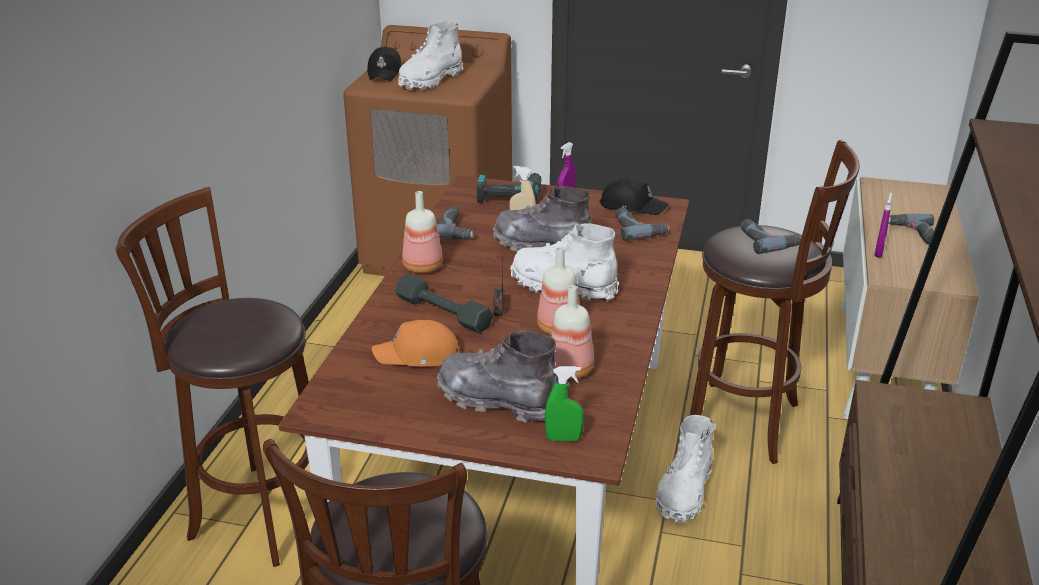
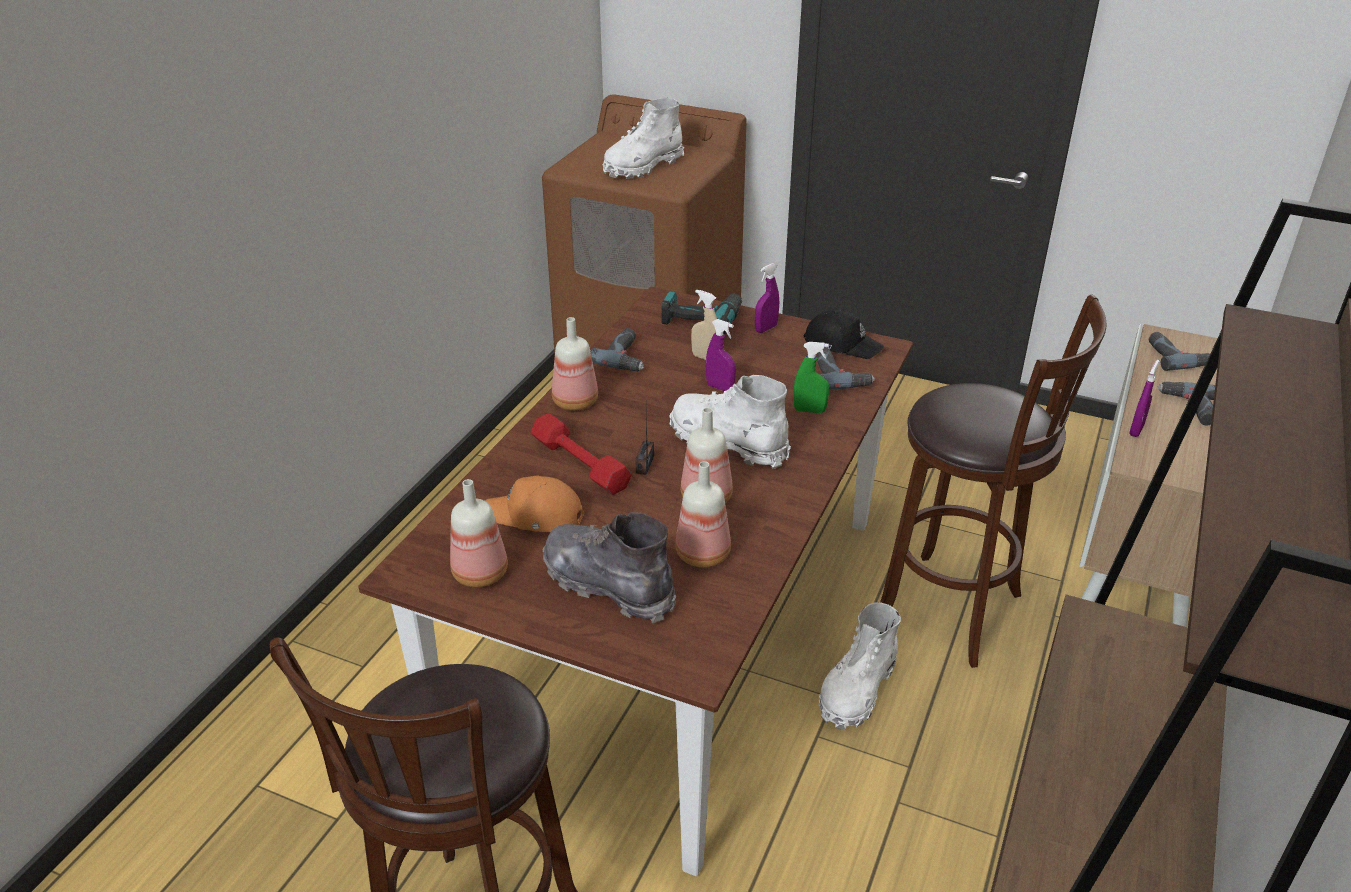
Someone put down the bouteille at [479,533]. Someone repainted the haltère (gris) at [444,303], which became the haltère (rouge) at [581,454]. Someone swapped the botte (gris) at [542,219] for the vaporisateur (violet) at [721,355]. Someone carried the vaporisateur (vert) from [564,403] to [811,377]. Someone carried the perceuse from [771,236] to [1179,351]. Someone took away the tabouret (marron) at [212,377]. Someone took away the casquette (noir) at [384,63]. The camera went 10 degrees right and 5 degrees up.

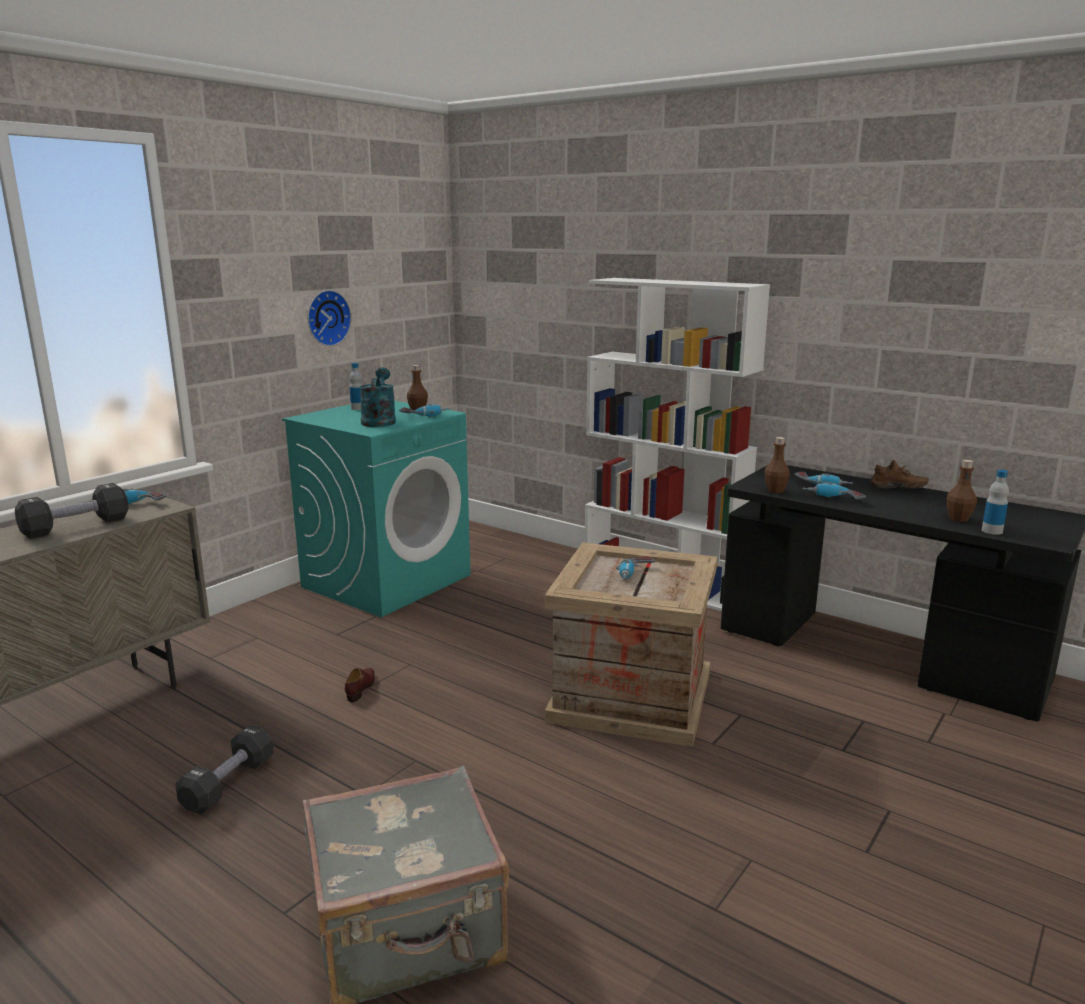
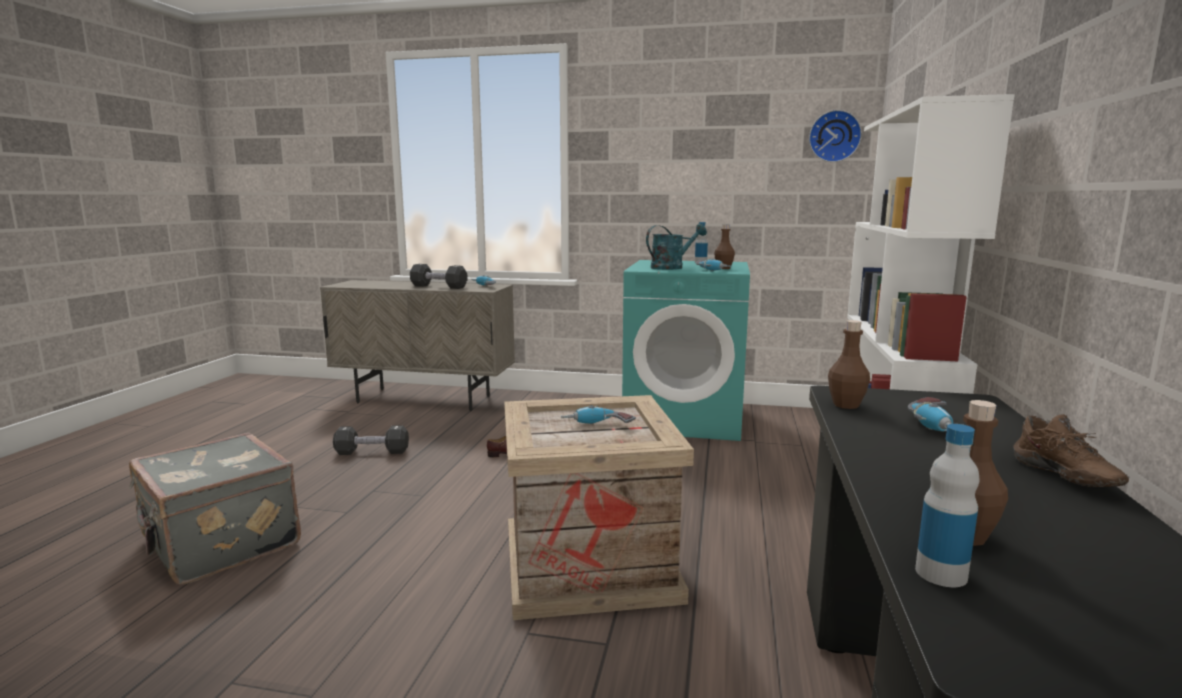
Someone carried the horloge murale from [330,318] to [835,136]. Someone took away the perceuse at [834,490]. The camera went 65 degrees right and 5 degrees down.

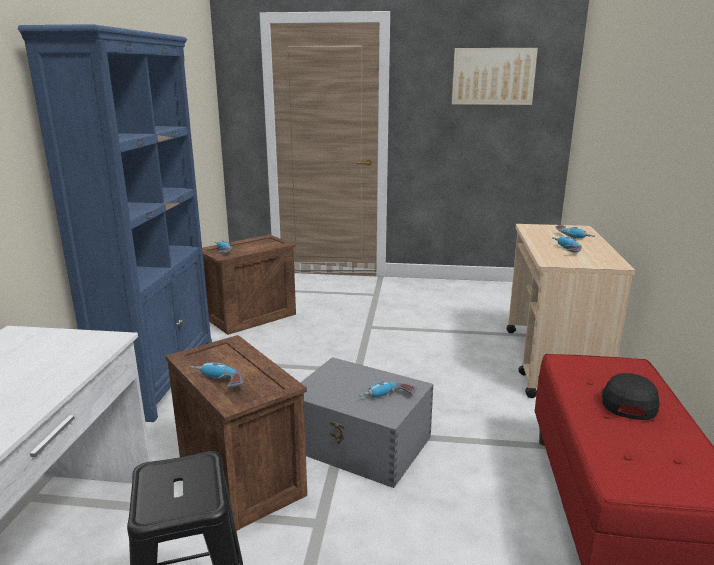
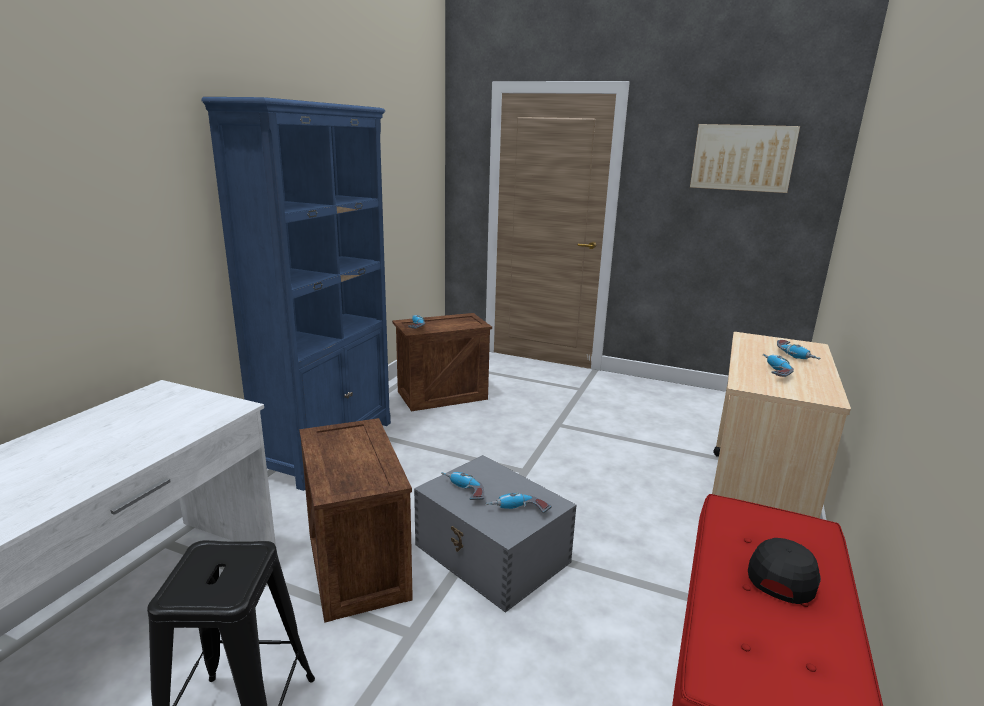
Someone carried the perceuse from [216,375] to [462,486]. The camera went 15 degrees right and 0 degrees up.

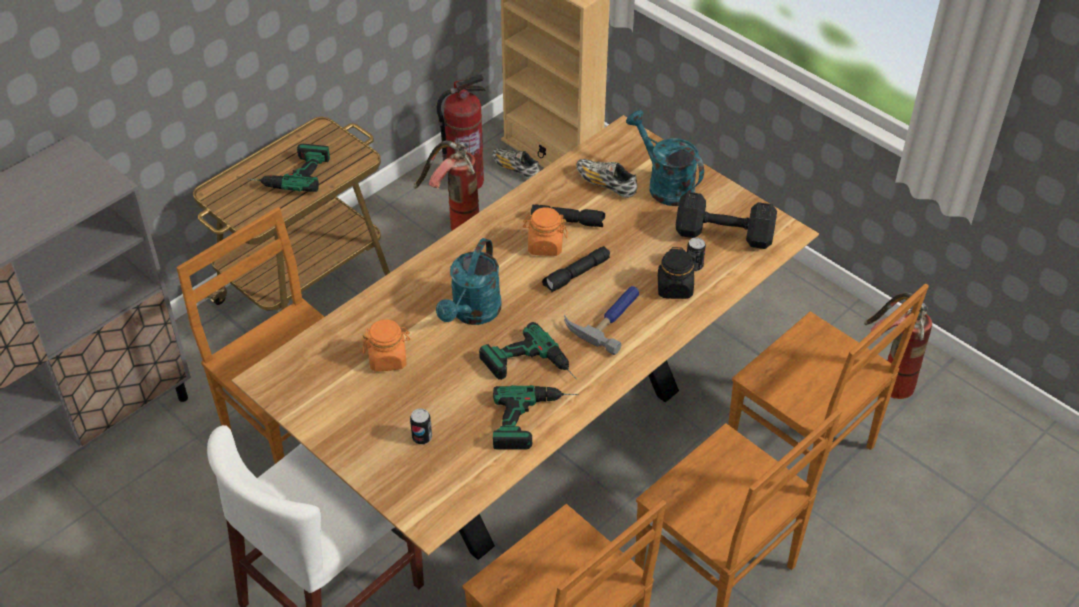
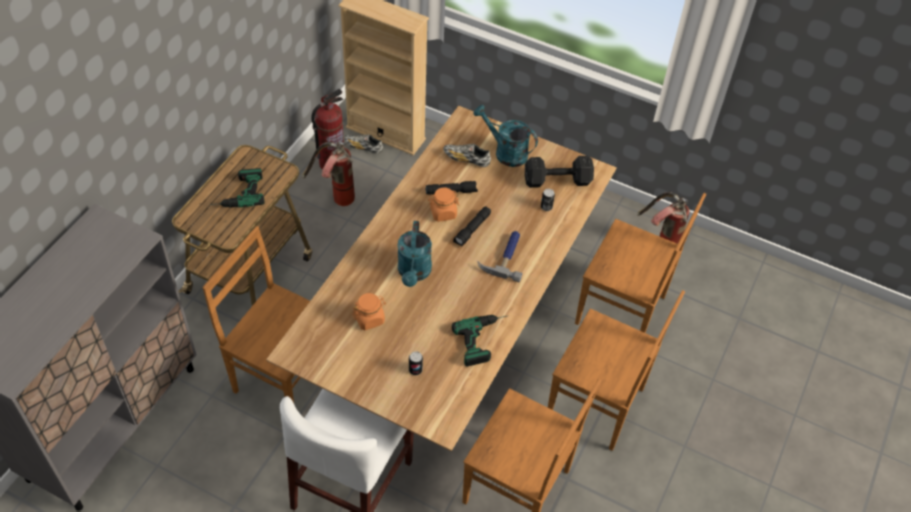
Someone took away the perceuse at [527,351]. Someone took away the bocal (noir) at [676,273]. The camera went 20 degrees left and 5 degrees up.

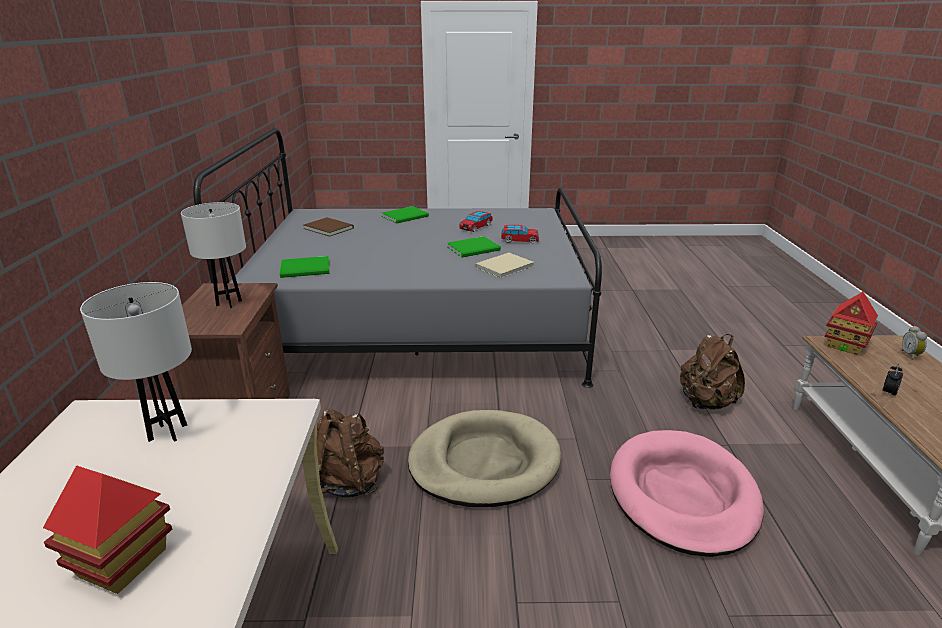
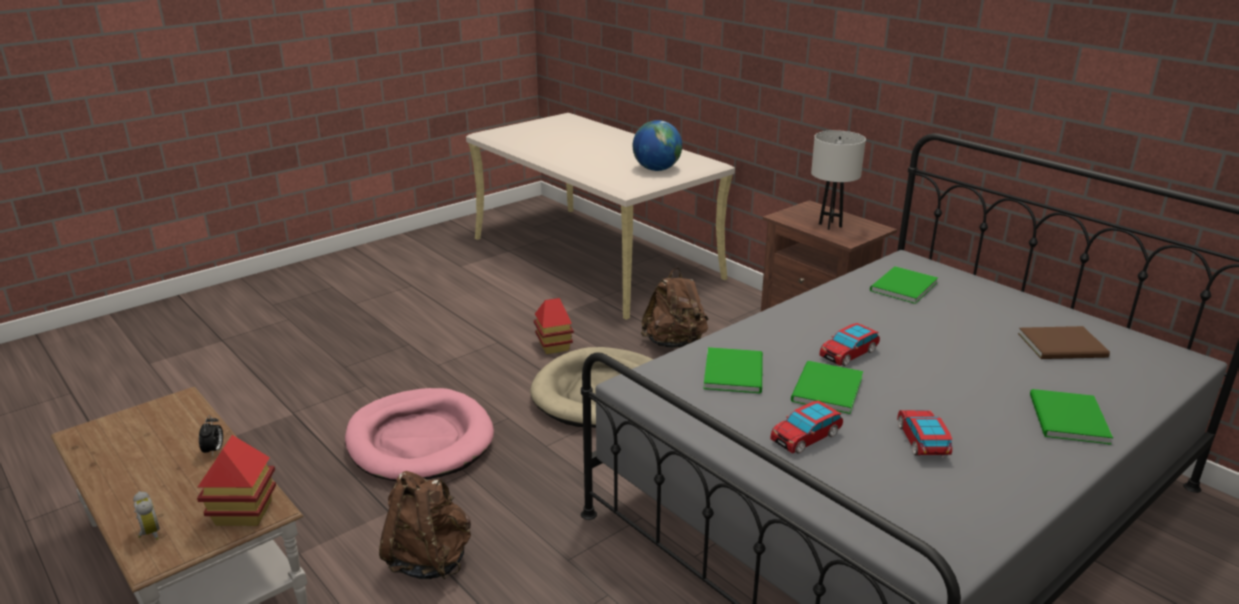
Someone carried the maison miniature from [107,530] to [554,326]. Someone swapped the lampe de table (blanc) at [136,362] for the globe at [657,145]. Someone repainted the livre (beige) at [504,266], which became the livre (vert) at [733,370]. Someone put down the petite voiture at [849,344]. The camera went 140 degrees right and 0 degrees up.

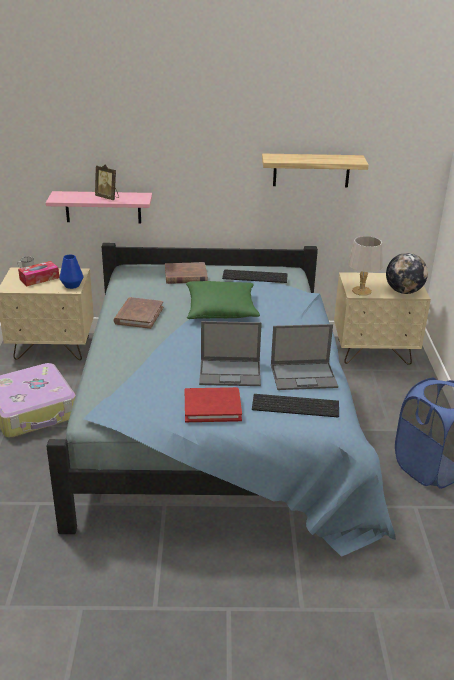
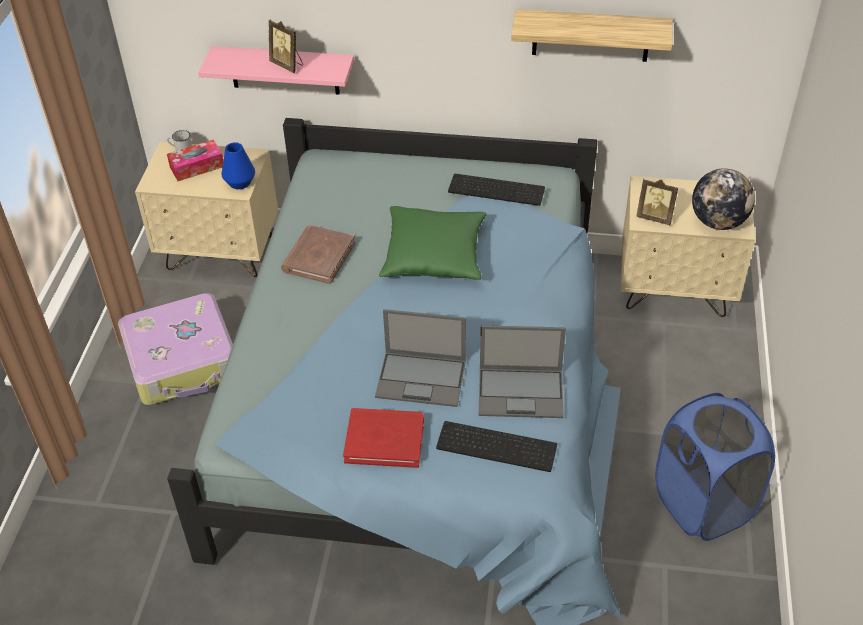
Someone swapped the lampe de table (gris) at [365,266] for the cadre photo at [657,202]. Someone took away the livre (marron) at [186,273]. The camera went 10 degrees right and 15 degrees up.

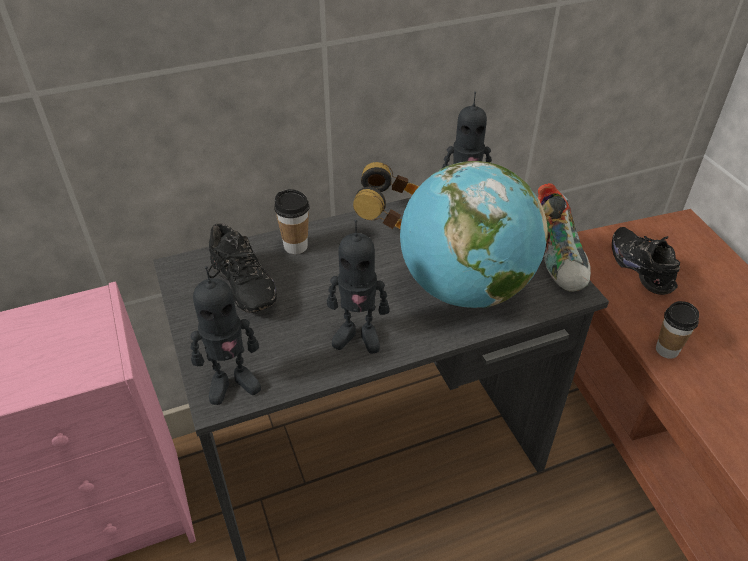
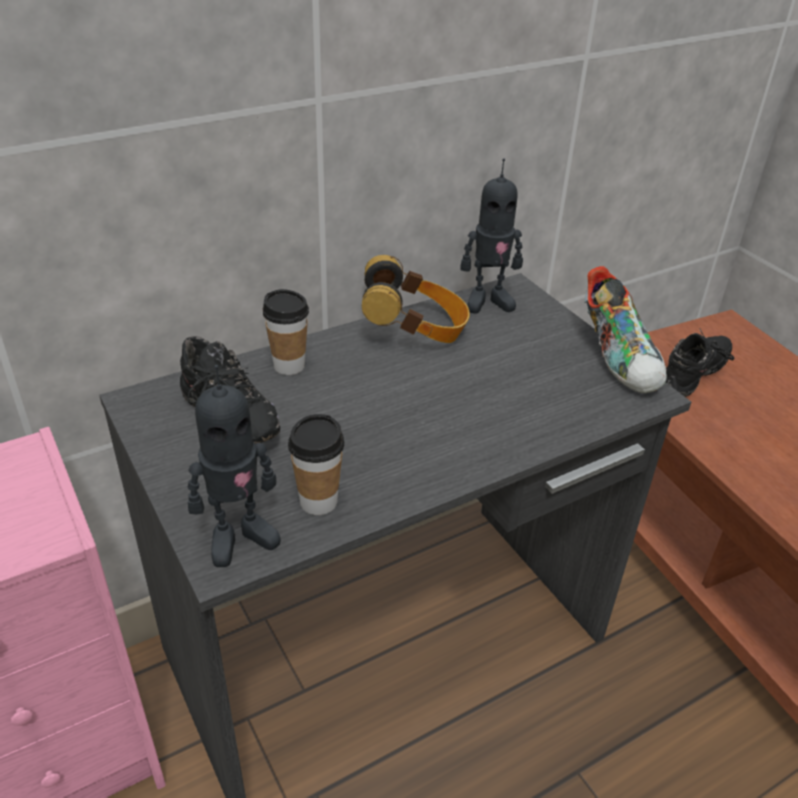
Someone carried the tasse from [677,330] to [316,464]. Someone rotated the chaussure (noir) at [646,261] by 75 degrees clockwise. Someone took away the robot jouet at [358,287]. Someone took away the globe at [474,234]. The camera went 10 degrees left and 5 degrees down.

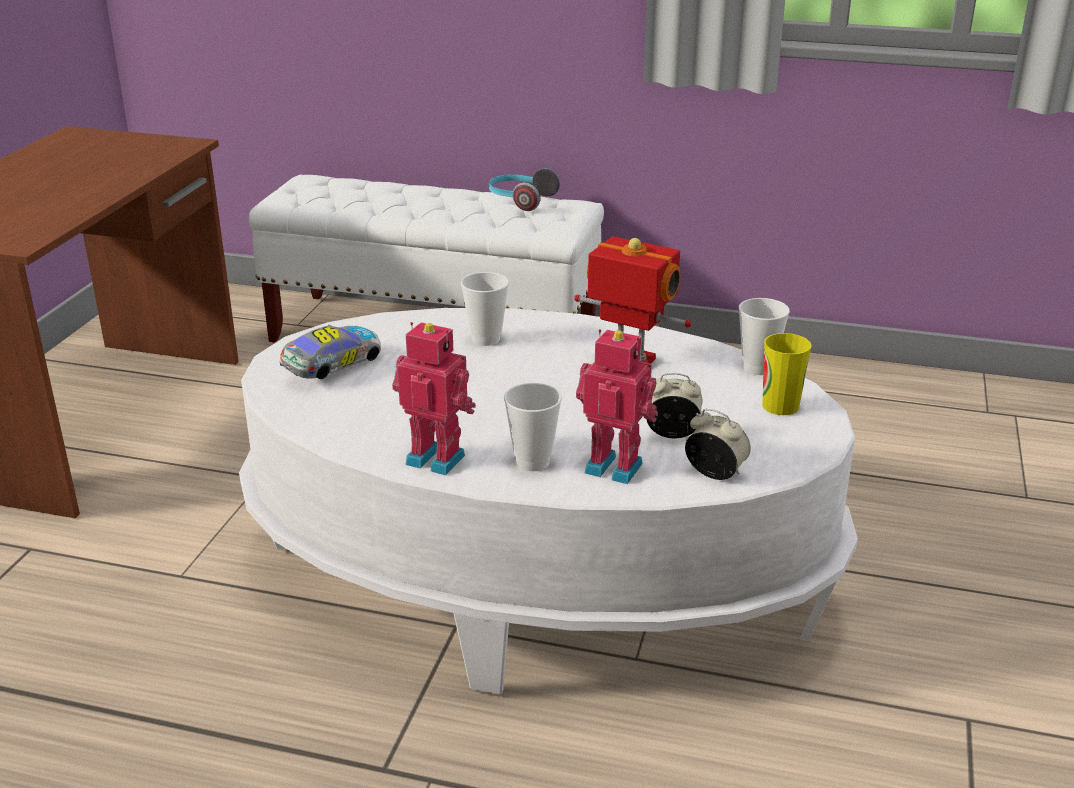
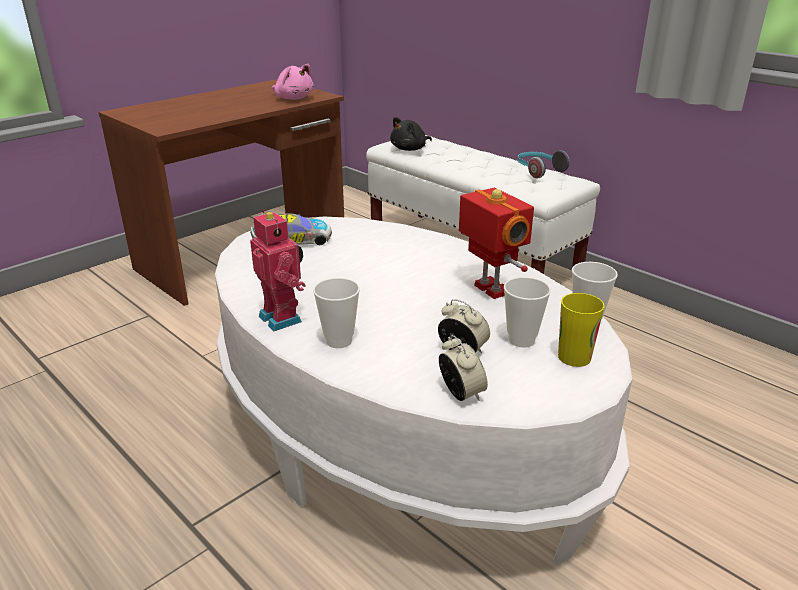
Someone put down the peluche (rose) at [292,82]. Someone put down the peluche (noir) at [411,134]. Someone carried the tasse from [485,309] to [527,312]. Someone took away the robot jouet at [617,406]. The camera went 30 degrees right and 0 degrees up.

